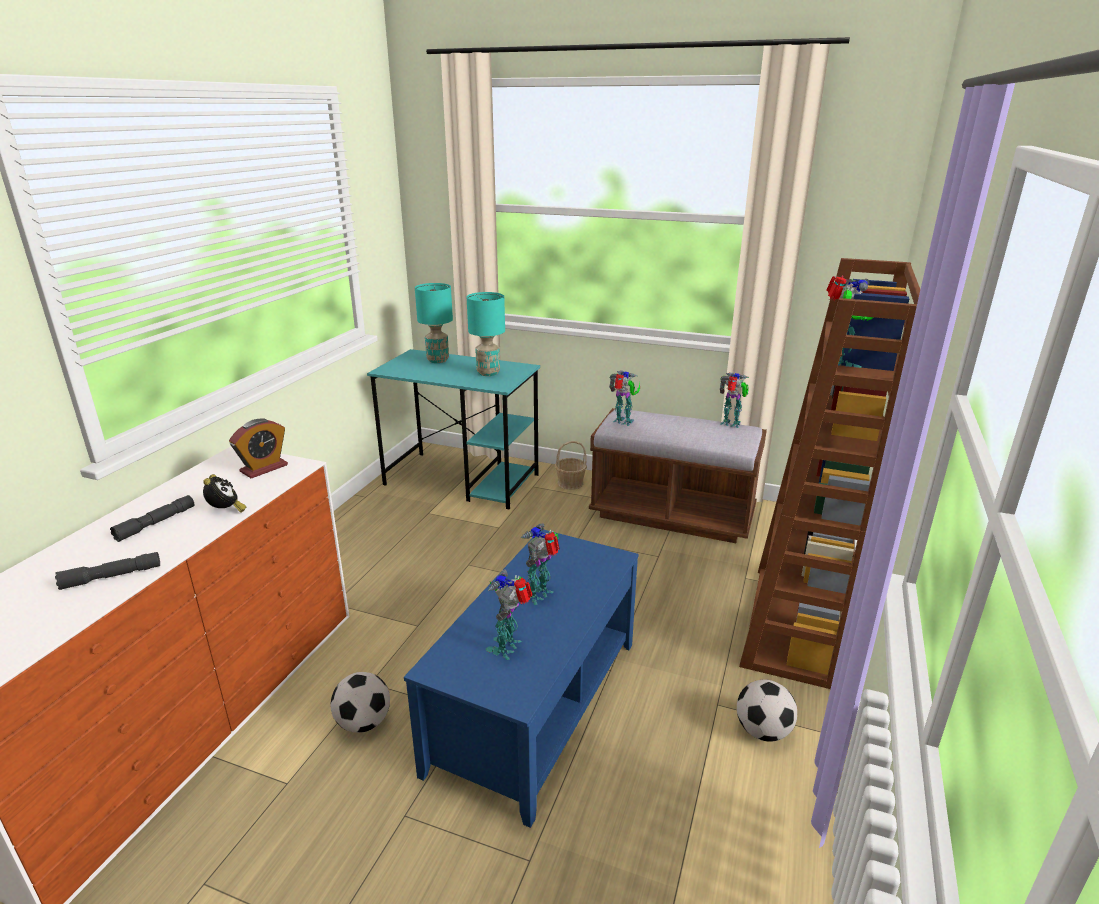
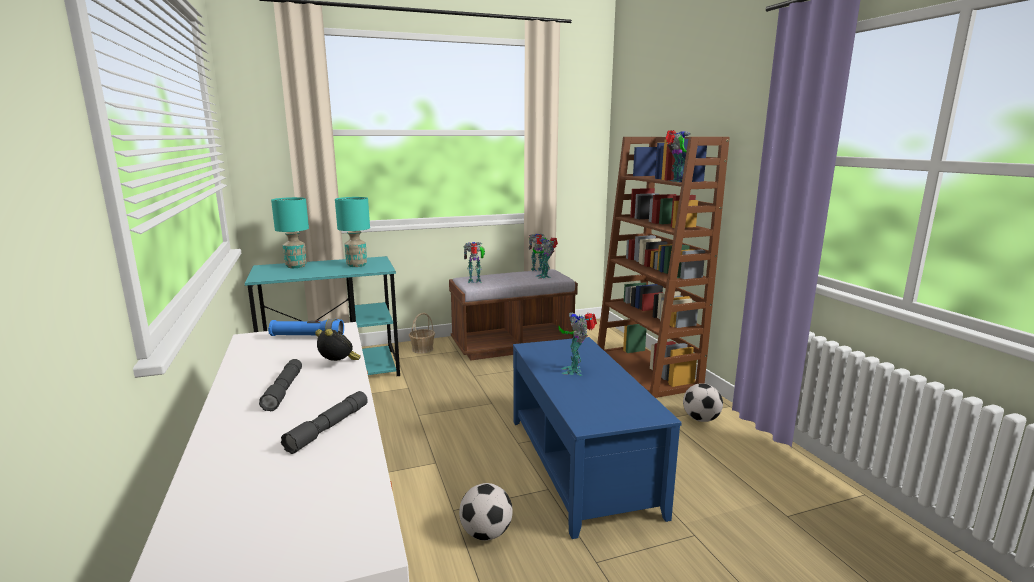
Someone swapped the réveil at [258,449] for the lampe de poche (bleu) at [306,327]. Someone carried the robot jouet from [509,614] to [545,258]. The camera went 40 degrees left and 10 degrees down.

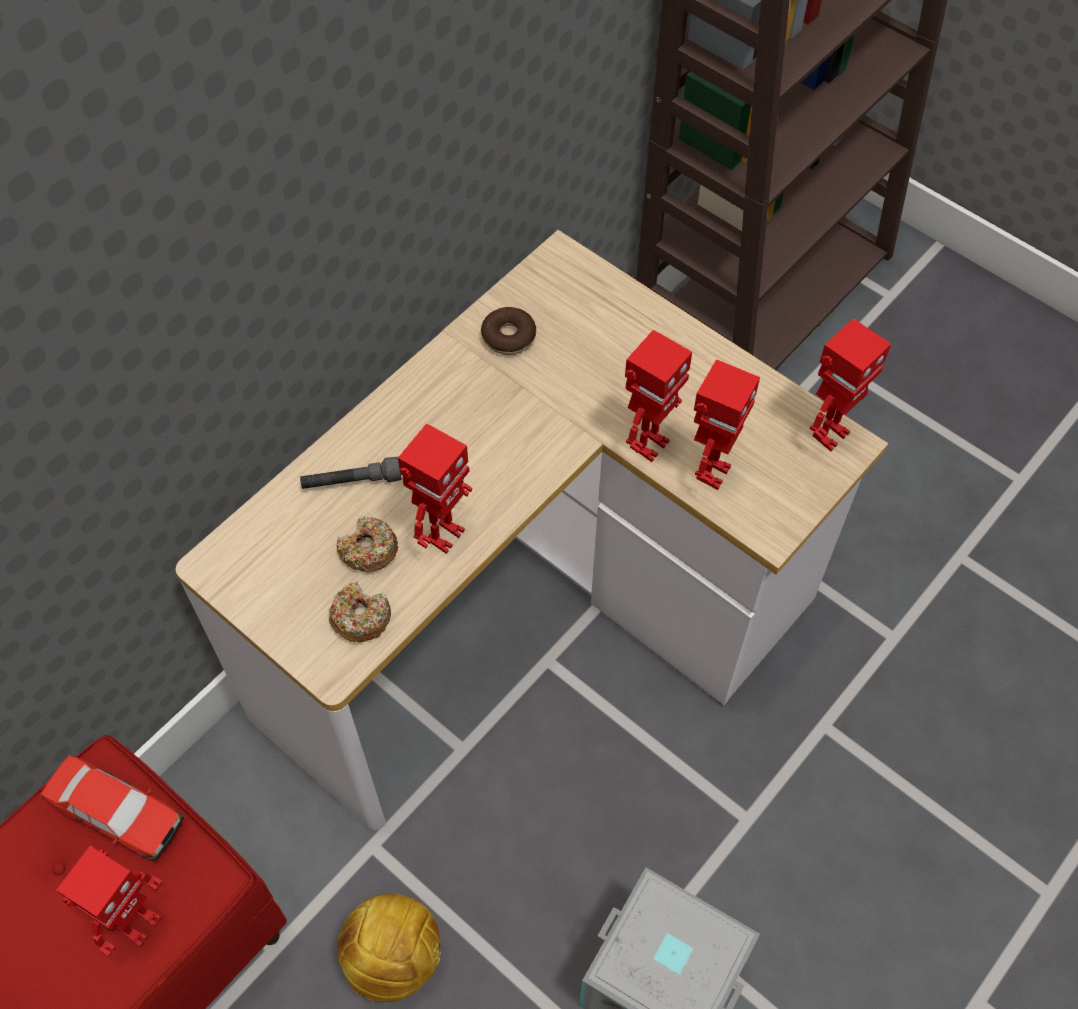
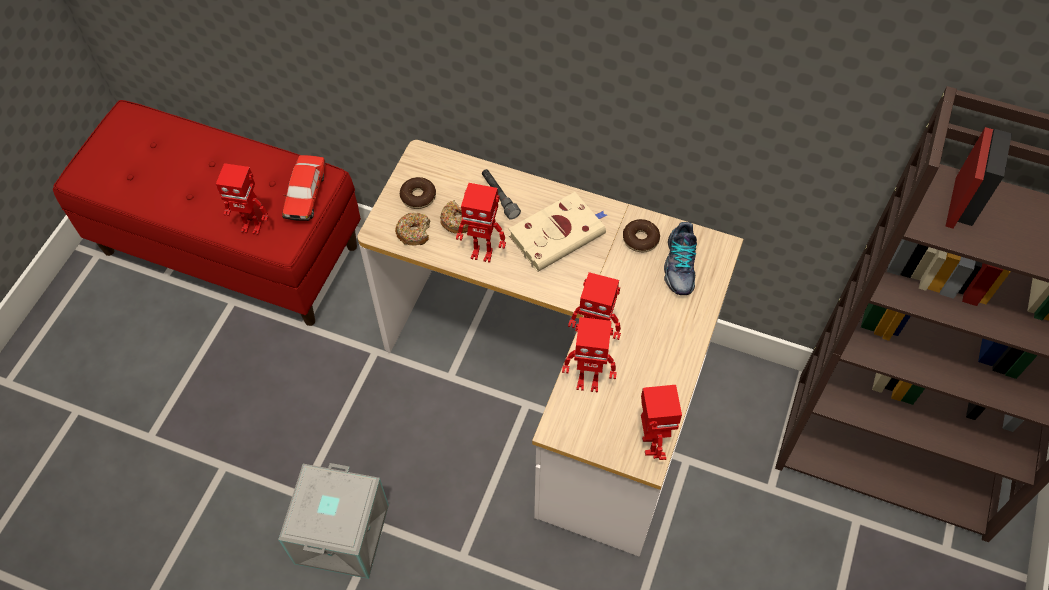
Someone put down the beignet at [417,193]. Someone put down the livre (beige) at [557,232]. Someone rotated the robot jouet at [850,385] by 120 degrees counterclockwise. Someone put down the chaussure at [680,258]. Someone took away the ballon de foot at [389,947]. The camera went 70 degrees right and 0 degrees up.

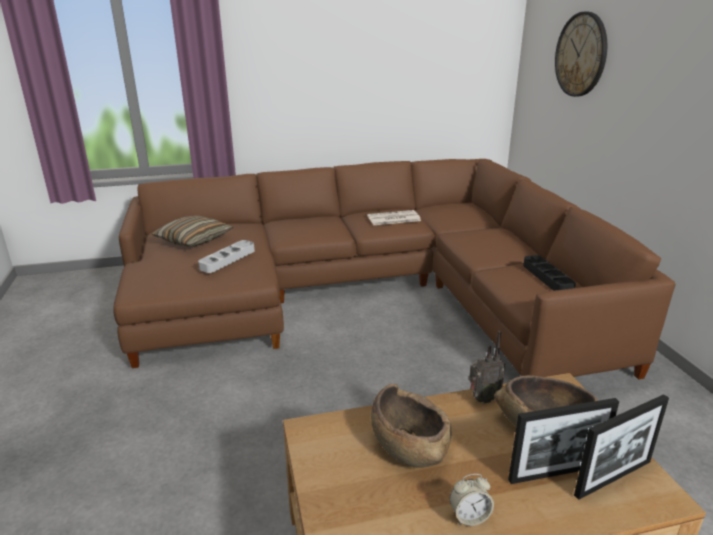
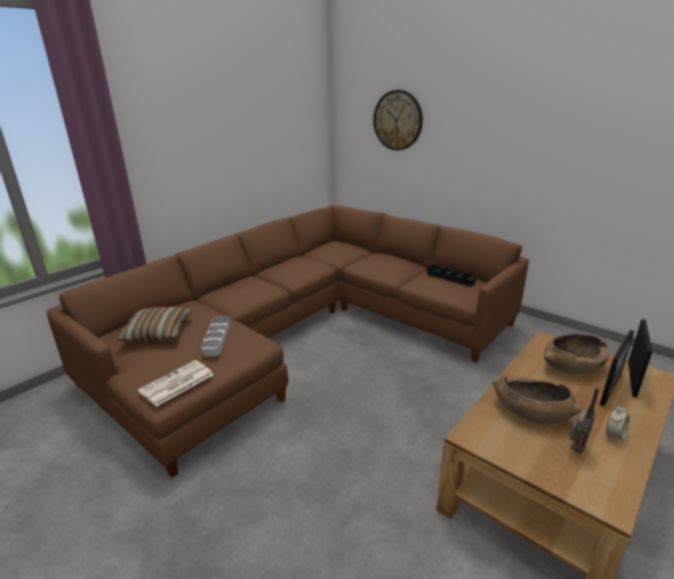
Someone carried the journal from [394,217] to [176,383]. Someone carried the radio from [487,367] to [584,421]. The camera went 35 degrees left and 0 degrees up.

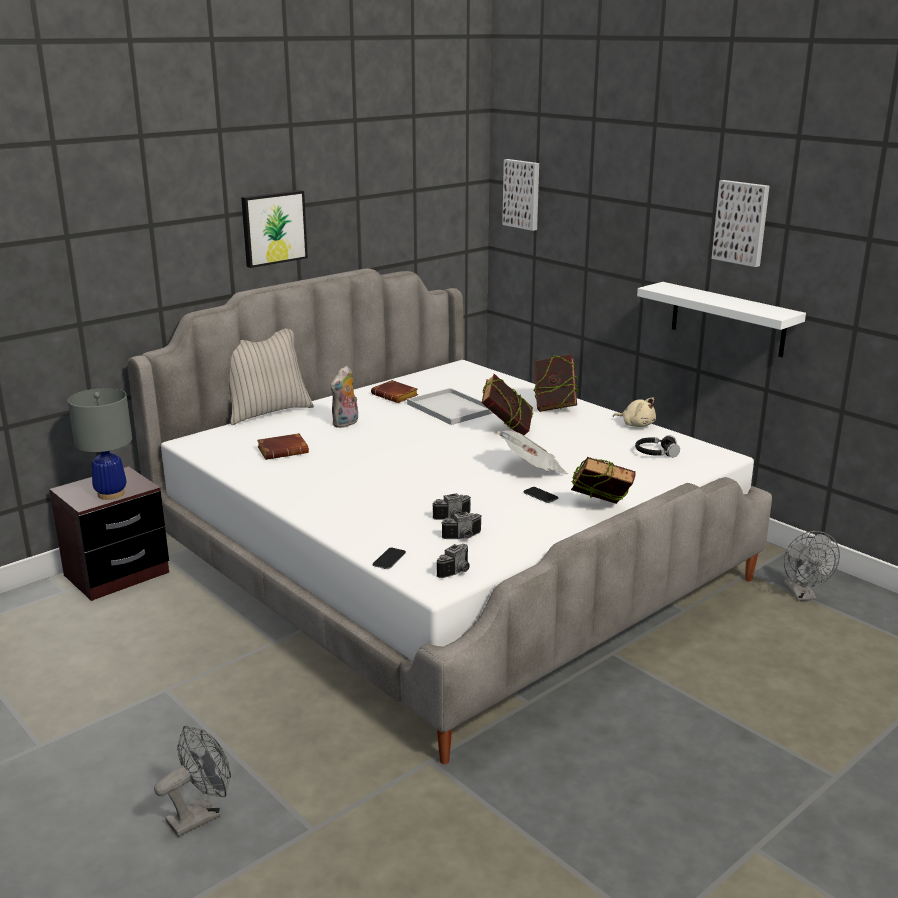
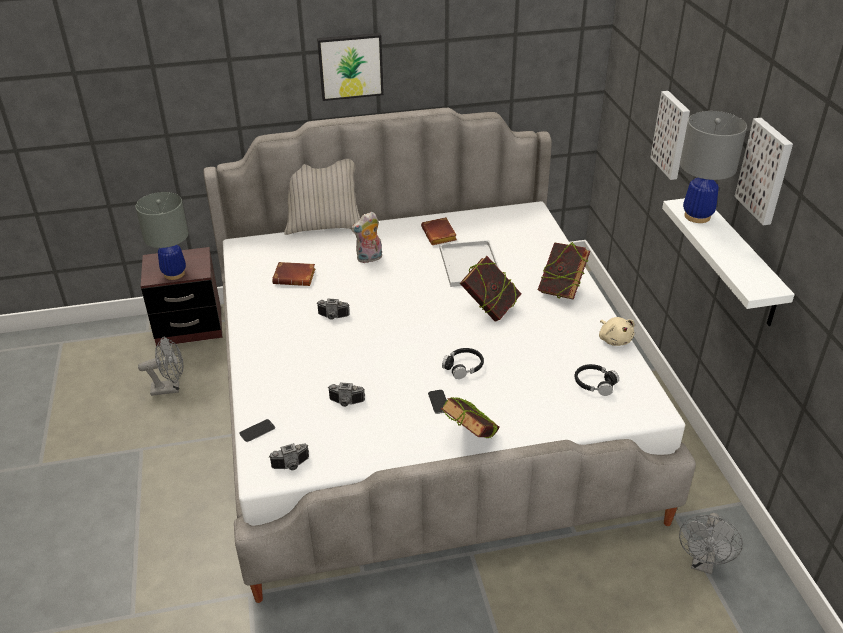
Someone carried the ventilateur (gris) from [192,781] to [160,366]. Someone carried the appareil photo from [461,525] to [333,309]. Someone swapped the journal at [532,452] for the casque audio (noir) at [463,363]. Someone carried the tableau from [520,195] to [670,135]. Someone put down the lampe de table (gris) at [713,167]. The camera went 30 degrees right and 15 degrees up.

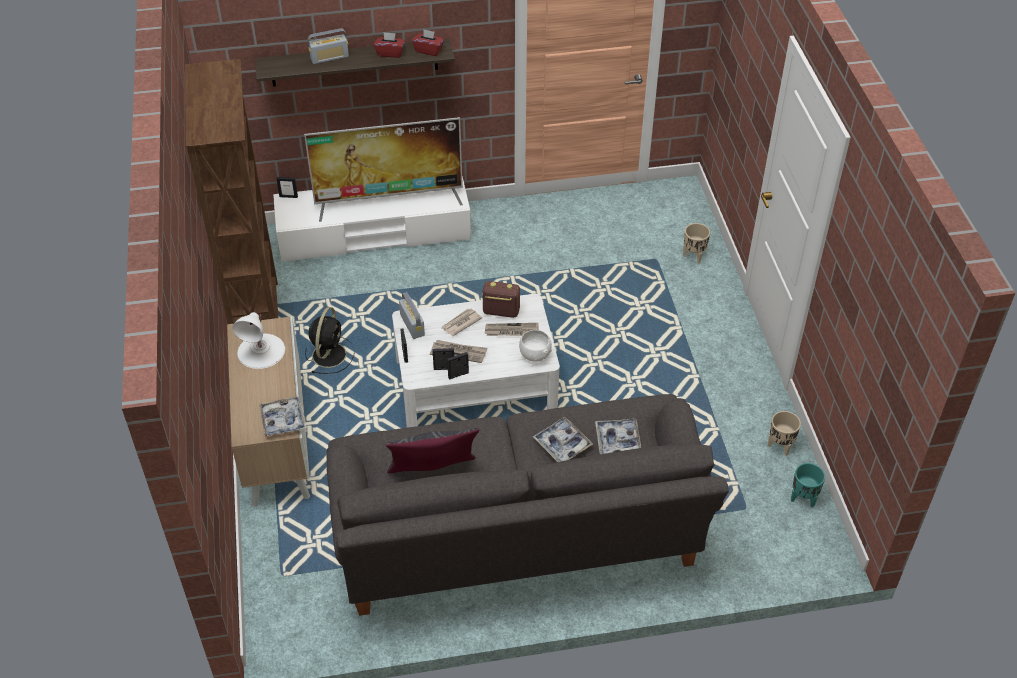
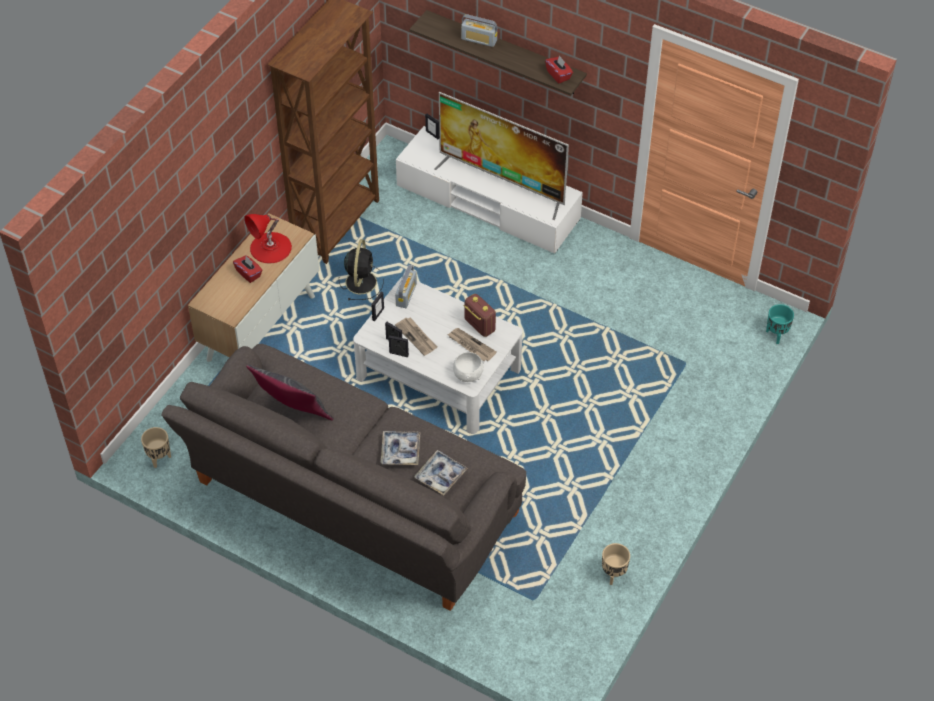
Someone carried the cache-pot (beige) from [696,243] to [156,447]. Someone carried the boîte à mouchoirs (rouge) from [389,45] to [248,269]. Someone repainted the lampe de table (blanc) at [258,340], which became the lampe de table (rouge) at [268,238]. Someone rotated the ventilateur (noir) at [329,340] by 45 degrees counterclockwise. Someone carried the cache-pot (turquoise) from [808,485] to [780,324]. Someone took away the plateau at [283,416]. Someone took away the journal at [462,322]. The camera went 40 degrees right and 5 degrees up.

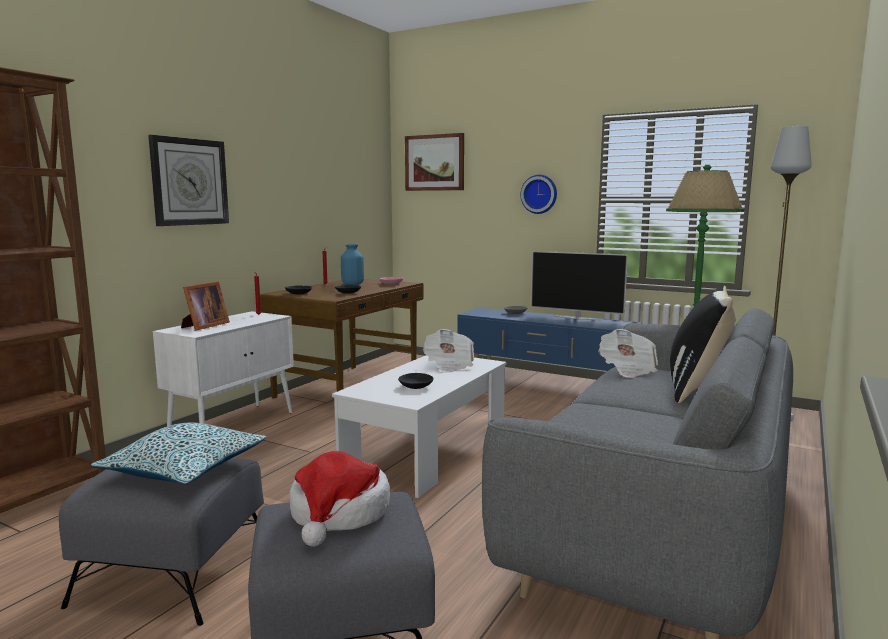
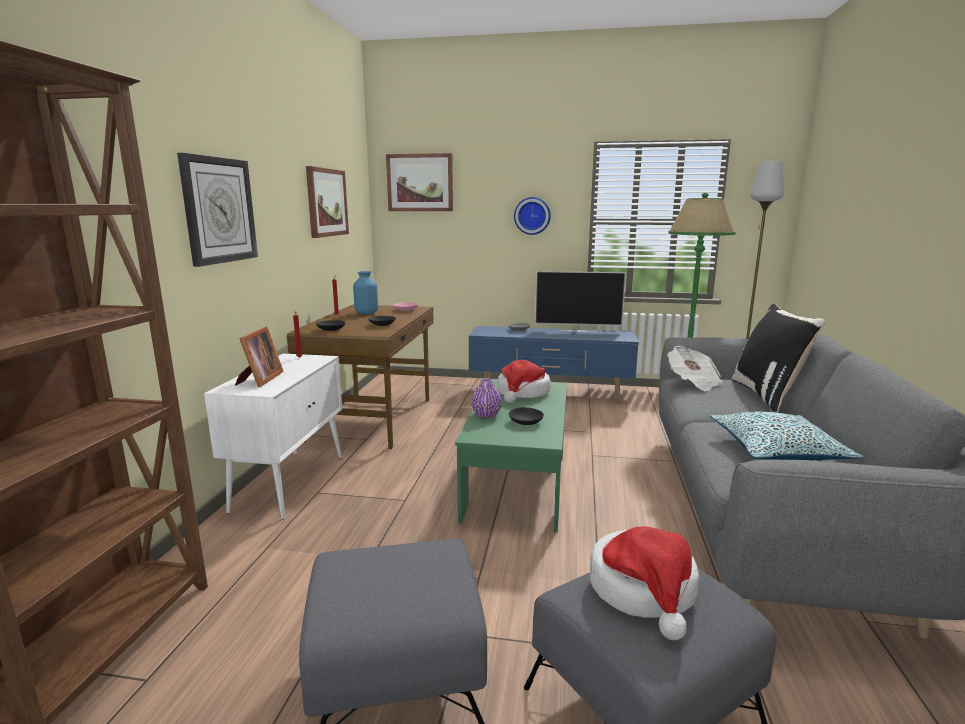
Someone put up the tableau at [327,202]. Someone repainted the table basse (blanc) at [419,426], which became the table basse (vert) at [511,456]. Someone put down the vase (violet) at [487,398]. Someone swapped the journal at [448,351] for the chapeau at [524,381]. Someone carried the coussin from [178,453] to [787,436]. The camera went 20 degrees left and 5 degrees up.

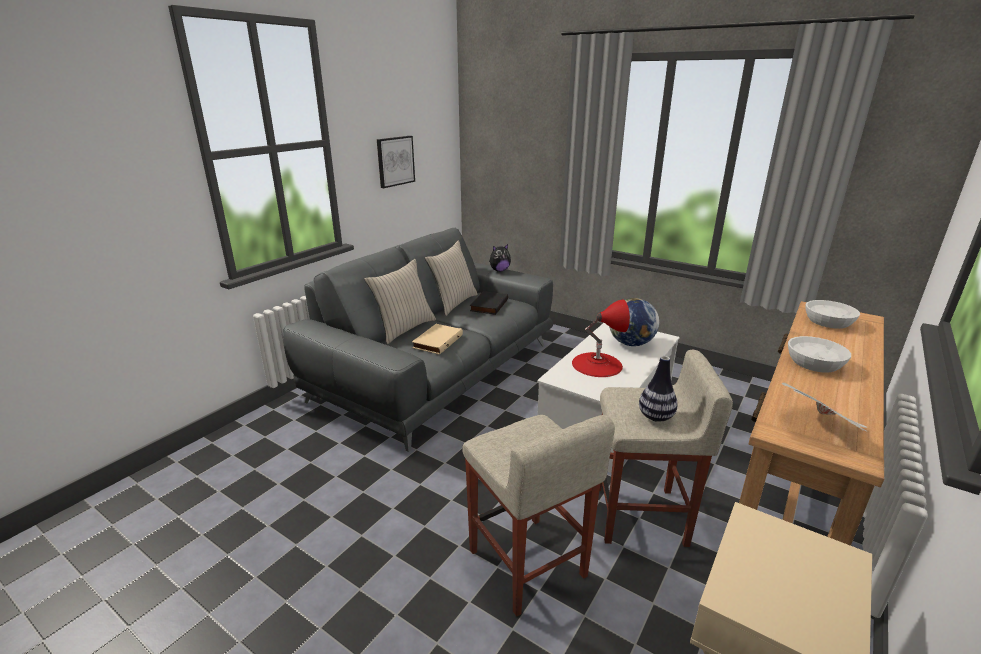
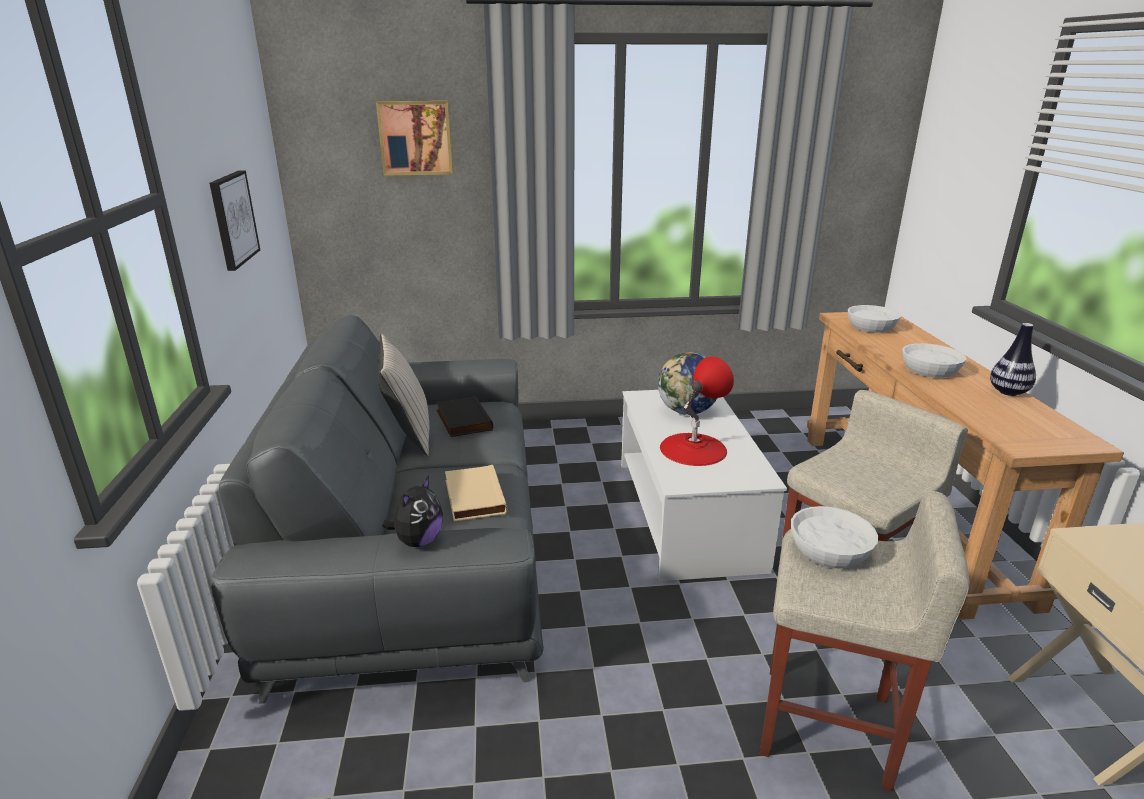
Someone put up the tableau at [414,138]. Someone carried the peluche from [500,258] to [412,511]. Someone put down the bol (blanc) at [834,537]. Someone carried the vase from [658,389] to [1013,359]. Someone took away the coussin (beige) at [400,301]. Someone took away the journal at [825,407]. The camera went 40 degrees left and 0 degrees up.

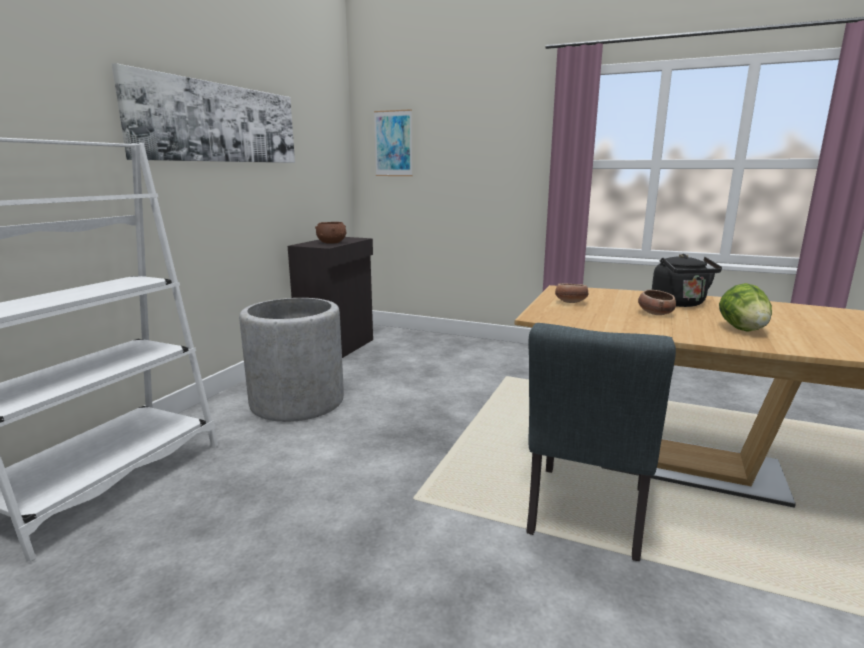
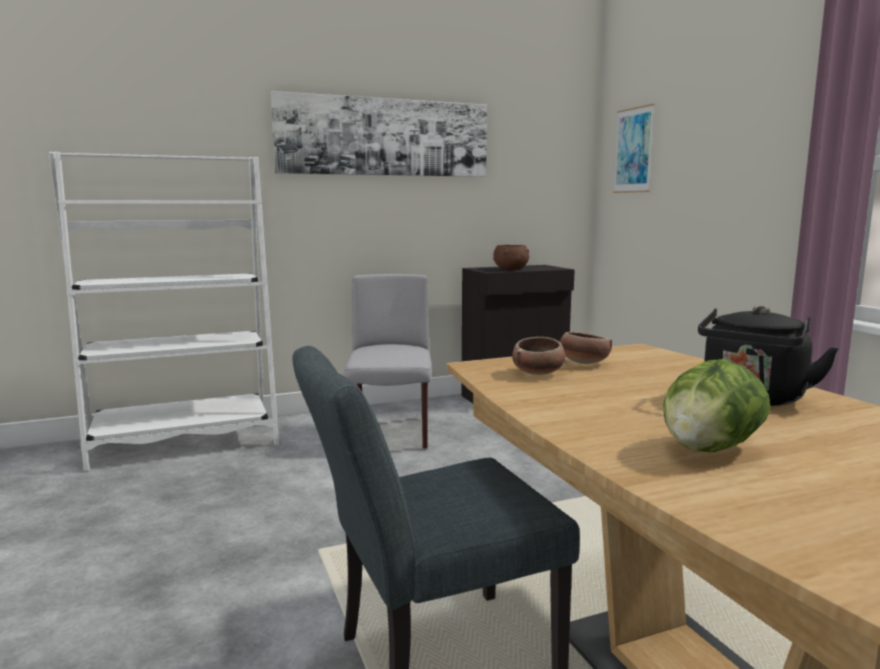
Someone swapped the cache-pot (gris) at [291,360] for the chaise (gris) at [387,361]. Someone carried the bol from [657,302] to [539,356]. The camera went 45 degrees right and 5 degrees down.

